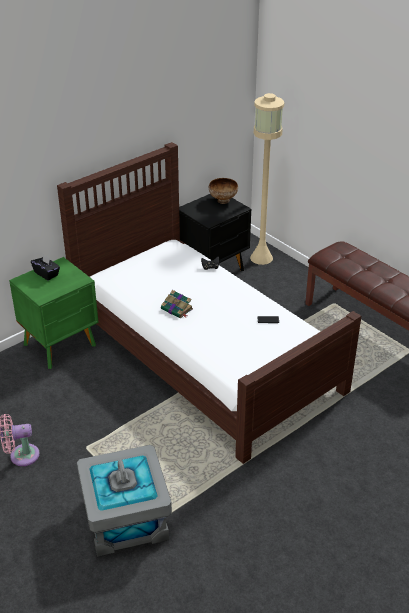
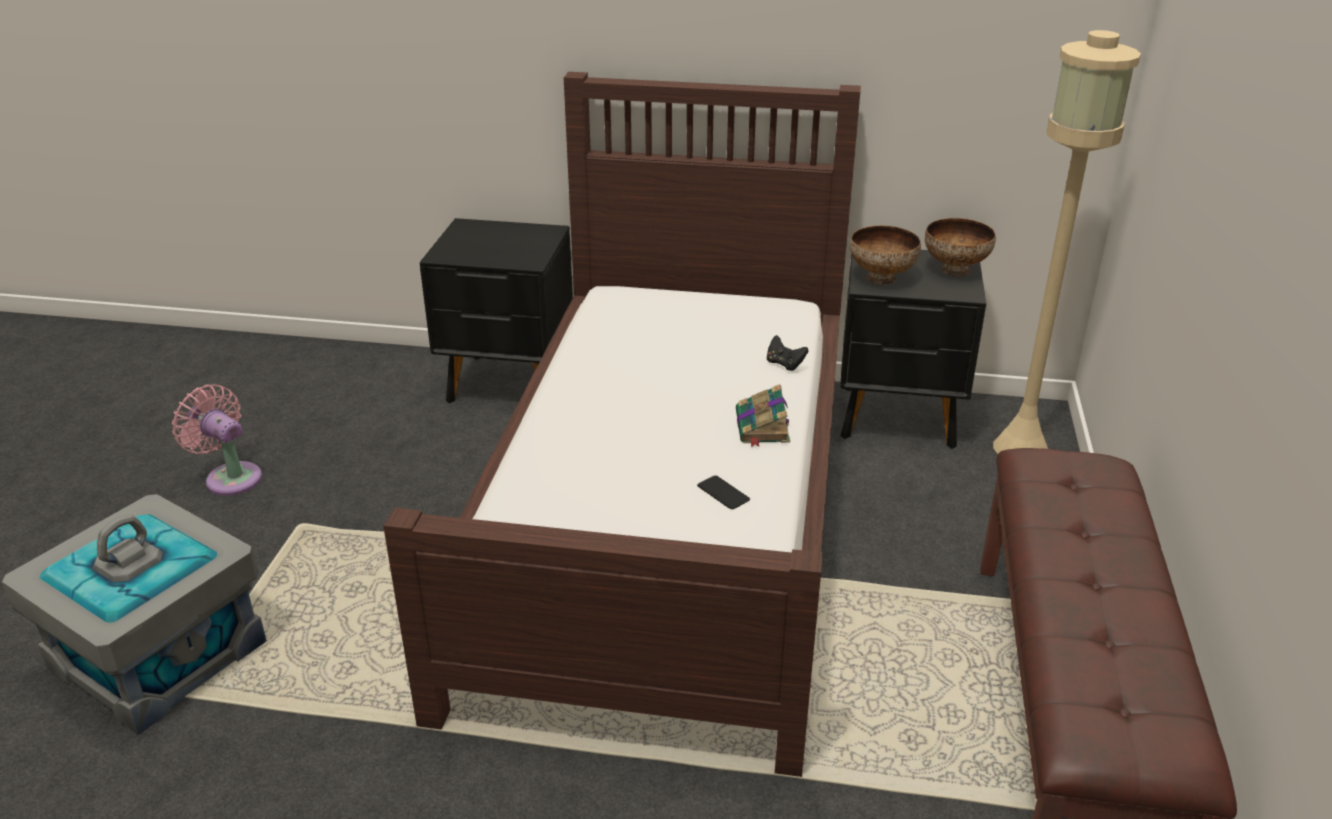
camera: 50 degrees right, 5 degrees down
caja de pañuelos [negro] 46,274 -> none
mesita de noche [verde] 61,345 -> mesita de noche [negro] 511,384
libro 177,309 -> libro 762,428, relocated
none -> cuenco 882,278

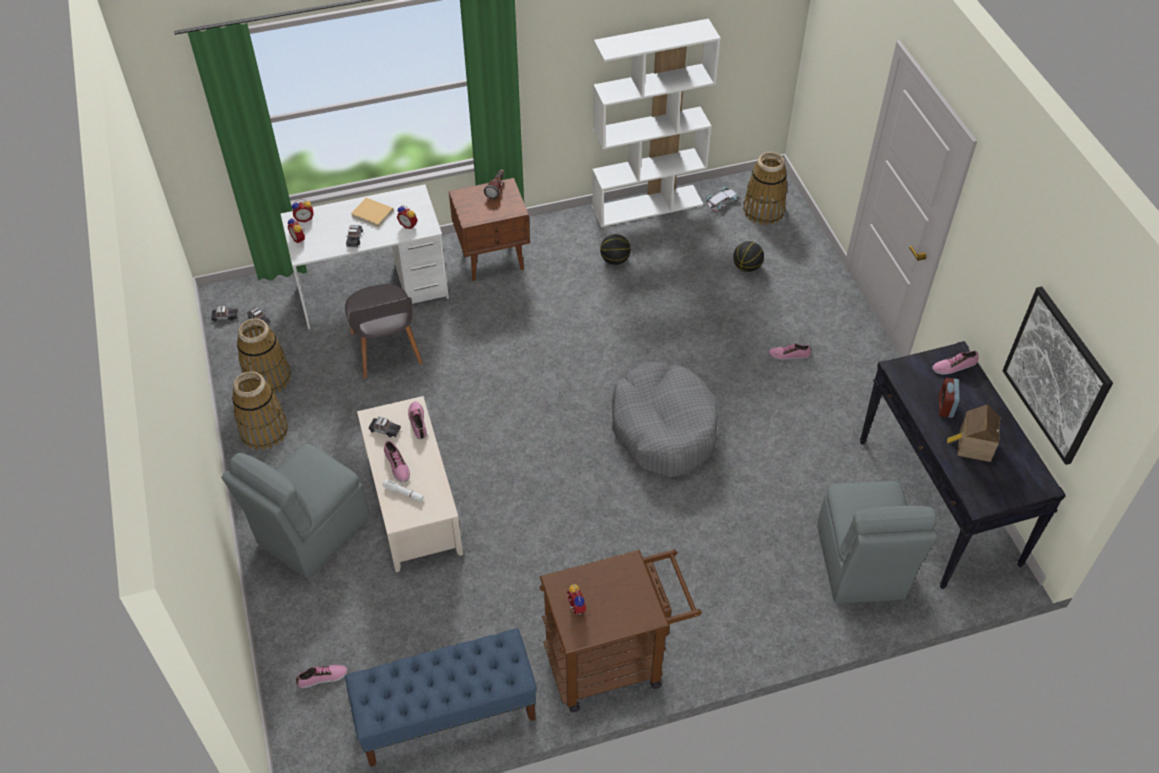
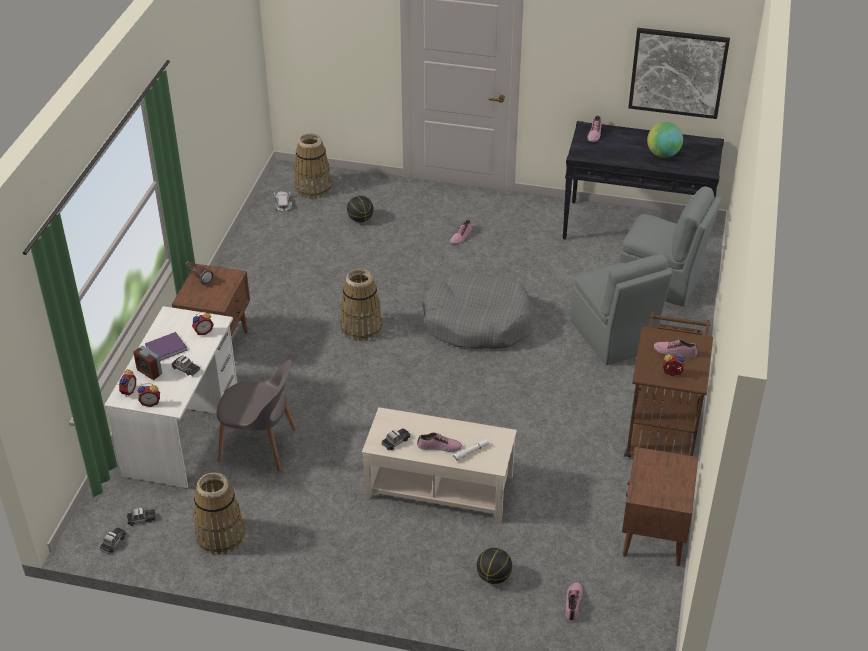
camera: 60 degrees left, 10 degrees down
estantería [blanco] 648,205 -> none
libro [beis] 373,214 -> libro [morado] 167,347
balón de baloncesto 614,260 -> balón de baloncesto 493,577, relocated
cesta 264,430 -> cesta 361,327, relocated
despertador 945,406 -> despertador 149,372, relocated
zapato 418,422 -> zapato 675,351, relocated
casita 972,446 -> globo terráqueo 663,154
silla [gris] 310,531 -> silla [gris] 613,337, relocated
banco [azul] 446,715 -> mesita de noche [marrón] 653,539

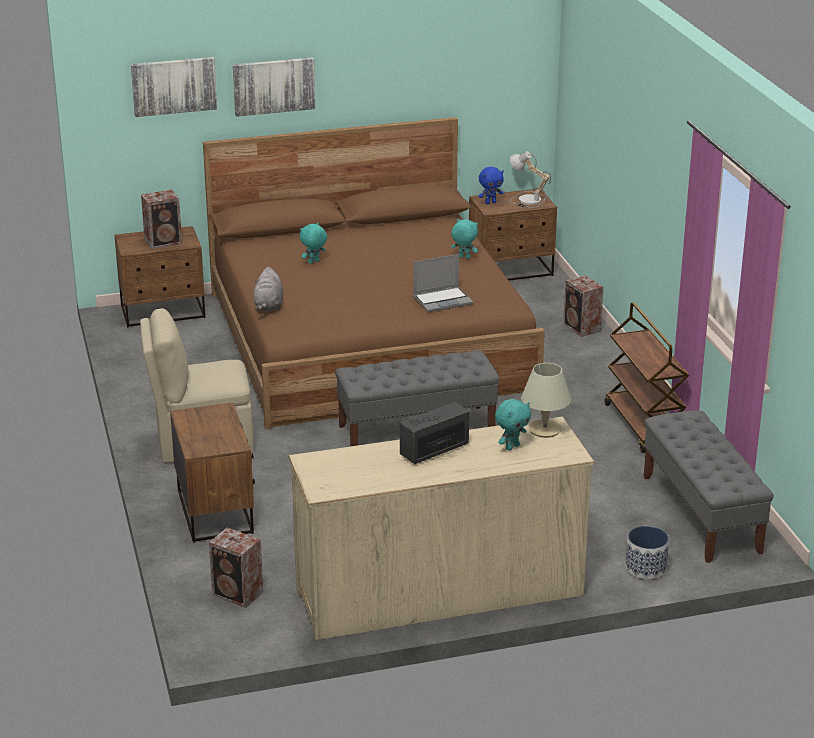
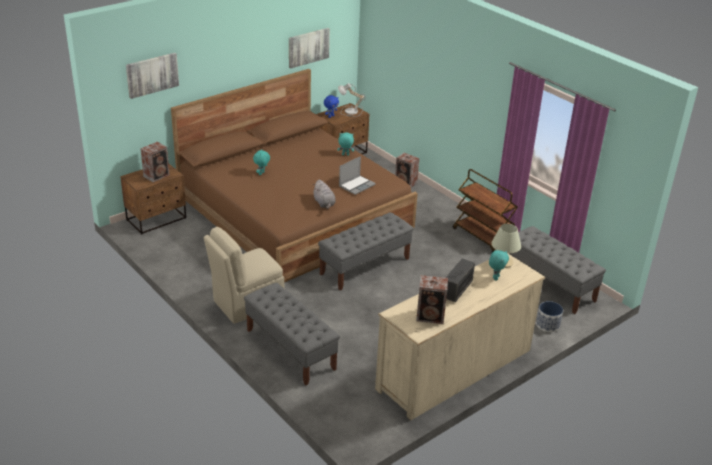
camera: 25 degrees left, 5 degrees up
cuadro 274,86 -> cuadro 308,47, relocated
peluche [gris] 268,306 -> peluche [gris] 324,203, relocated
mesita de noche [marrón] 216,512 -> banco [gris] 290,349
altavoz 238,594 -> altavoz 431,316, relocated

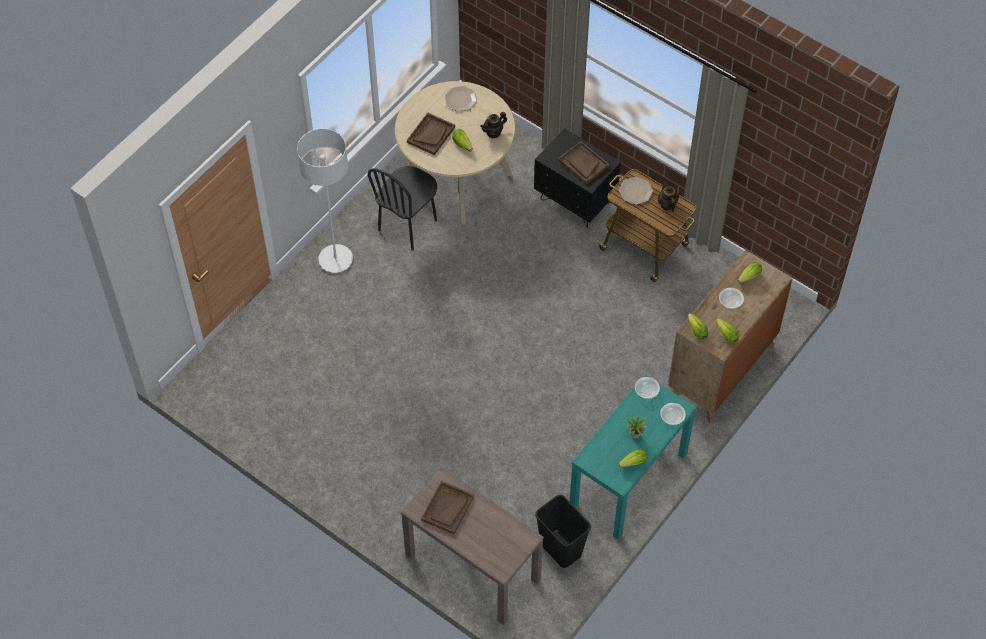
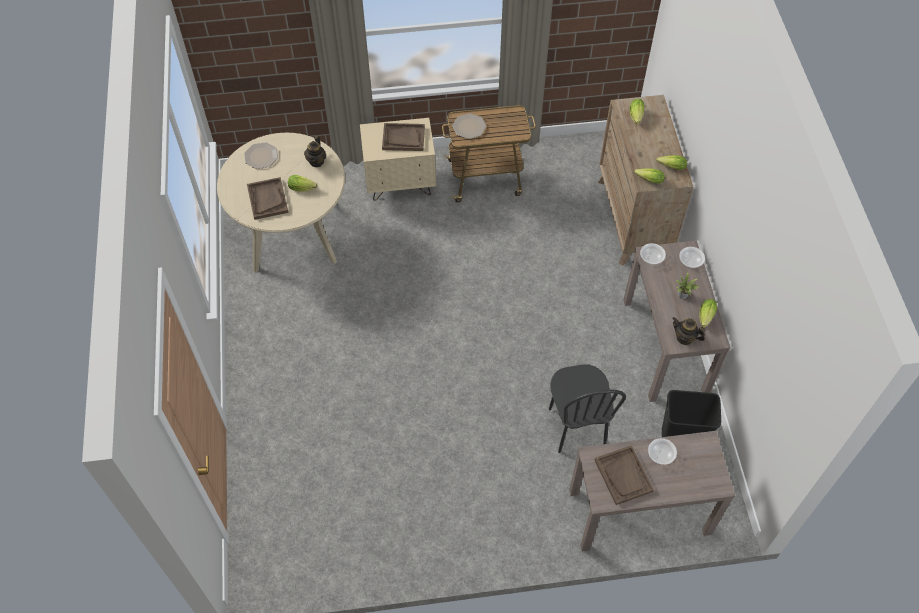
camera: 45 degrees left, 0 degrees up
lámpara de pie [blanco] 335,259 -> none
mesita de noche [negro] 575,201 -> mesita de noche [beis] 400,183
silla [negro] 408,226 -> silla [negro] 576,426, relocated
tetera 667,204 -> tetera 684,338, relocated
cuenco 730,302 -> cuenco 661,455, relocated
mesa consola [turquesa] 628,480 -> mesa consola [marrón] 665,346

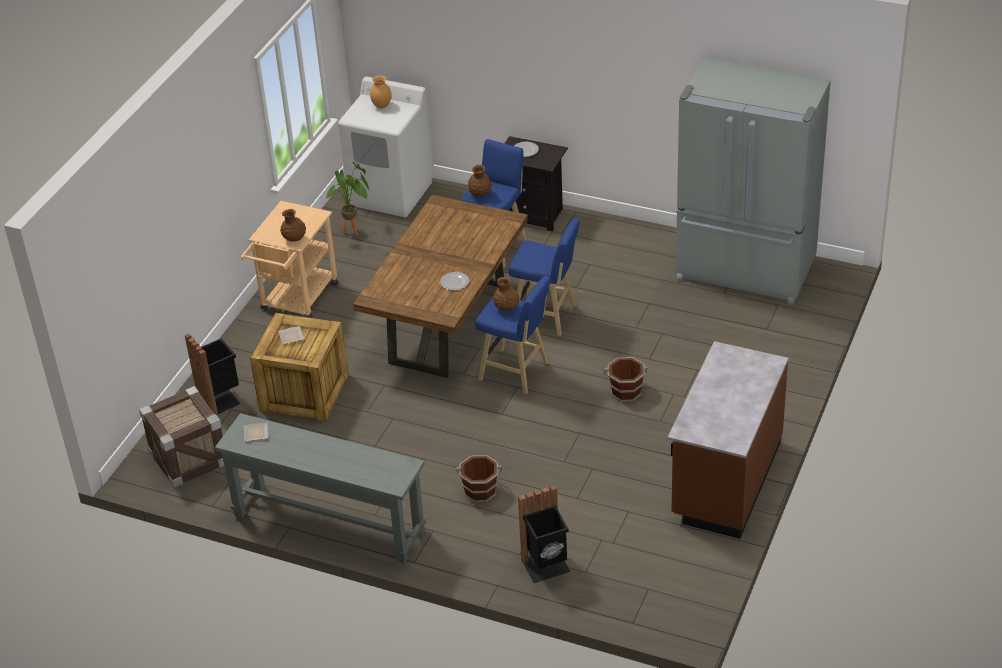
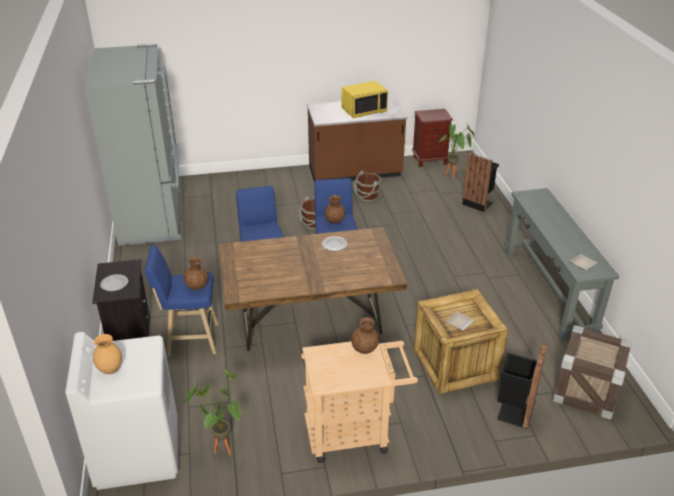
camera: 125 degrees left, 5 degrees down
cubo [marrón] 480,490 -> cubo [marrón] 367,196, relocated
none -> microondas [amarillo] 364,110
none -> mesita de noche [marrón] 430,160
none -> planta en maceta 454,176

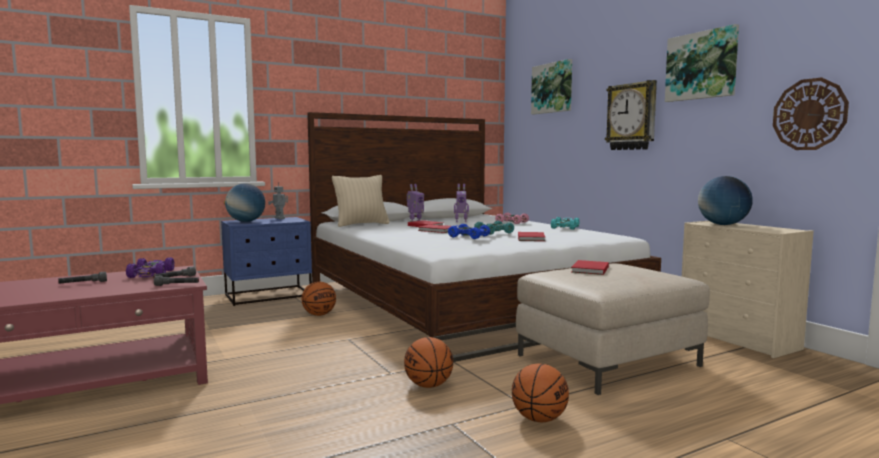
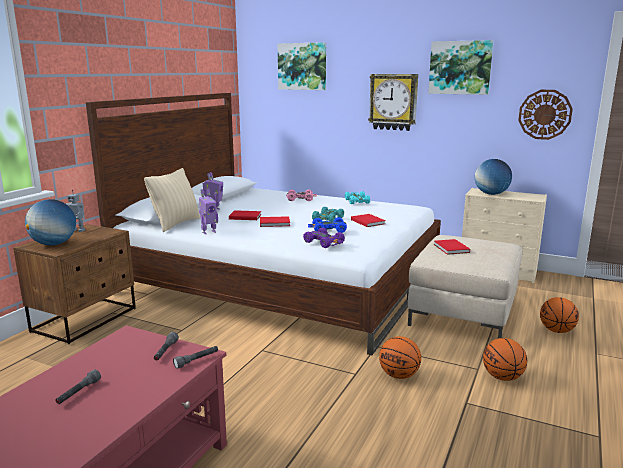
camera: 35 degrees left, 10 degrees up
robot de juguete 461,221 -> robot de juguete 208,232, relocated
mesita de noche [azul] 269,296 -> mesita de noche [marrón] 86,320
coche de juguete [morado] 151,274 -> coche de juguete [morado] 324,242, relocated
balón de baloncesto 319,315 -> balón de baloncesto 556,331, relocated

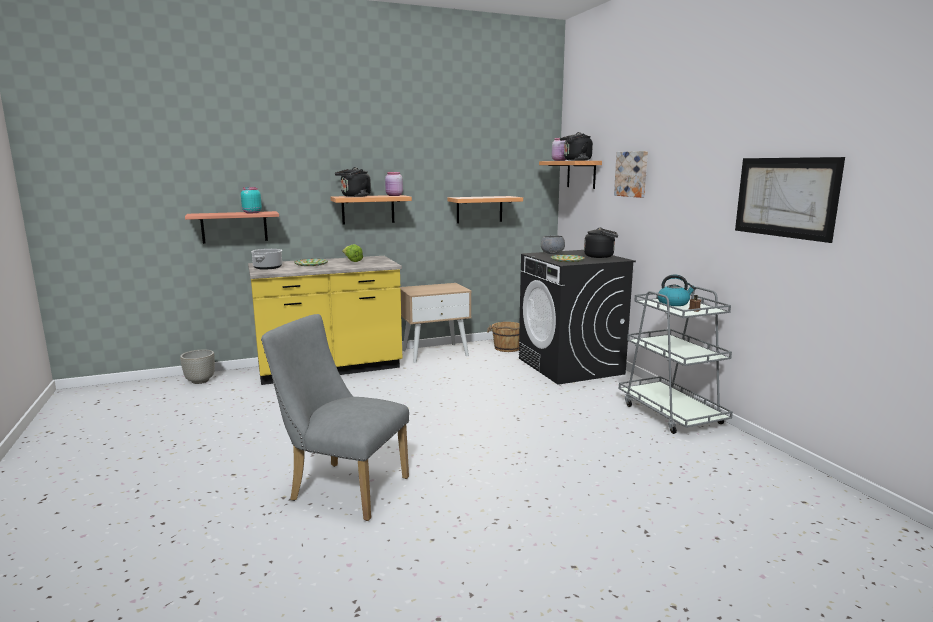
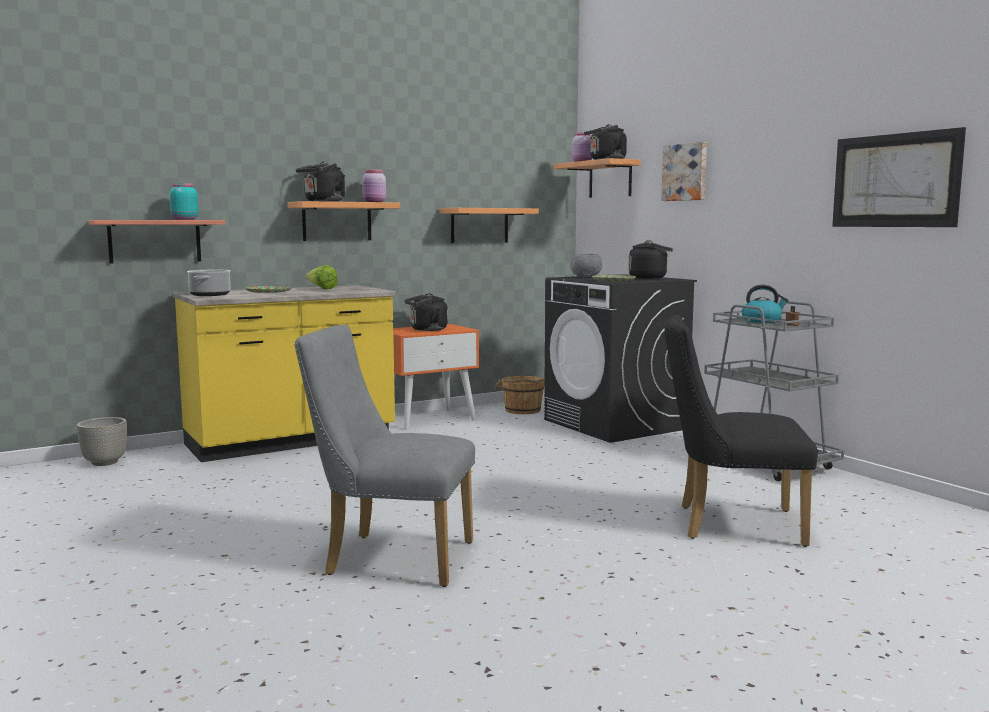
camera: 10 degrees left, 5 degrees down
mesita de noche [beis] 435,353 -> mesita de noche [naranja] 429,419
none -> hervidor [negro] 426,330
none -> silla [negro] 729,524

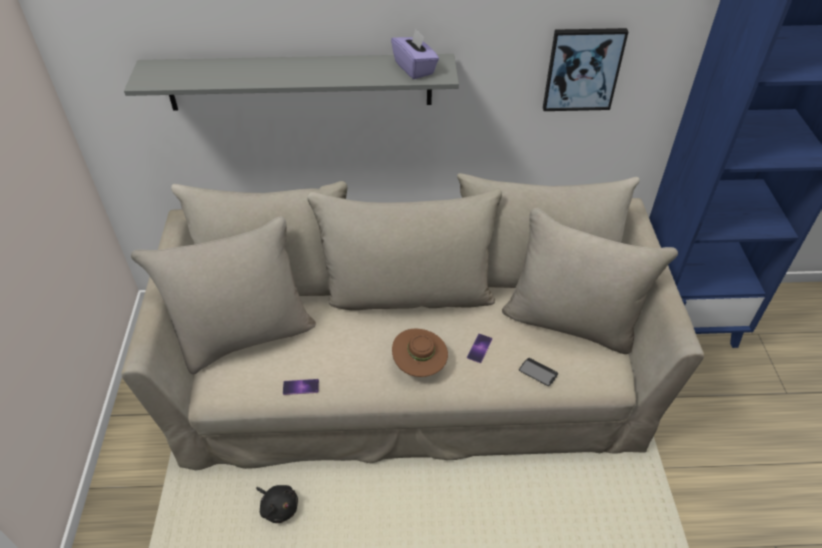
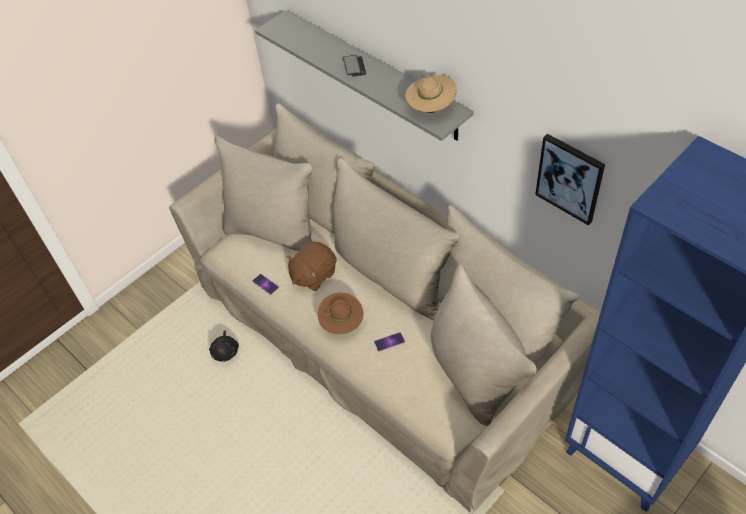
camera: 50 degrees right, 5 degrees up
caja de pañuelos [morado] 415,68 -> sombrero [beis] 430,108
móvil 538,372 -> móvil 354,66, relocated
none -> peluche [marrón] 313,275

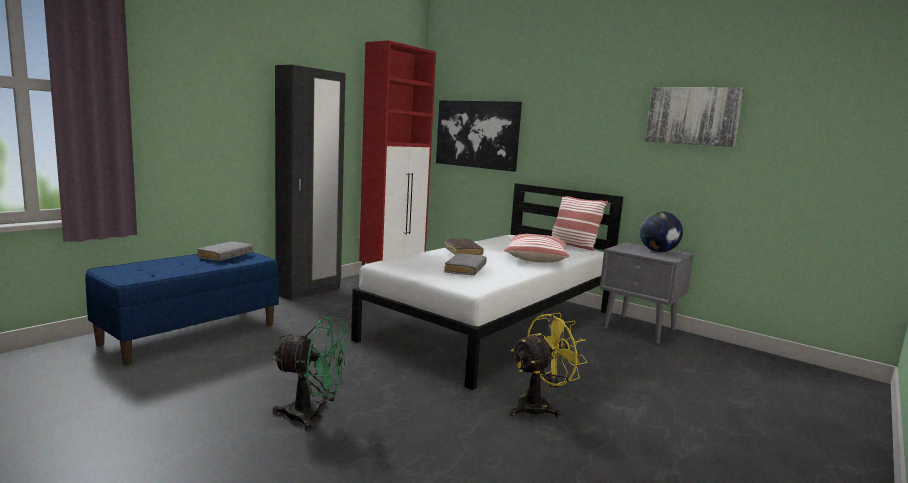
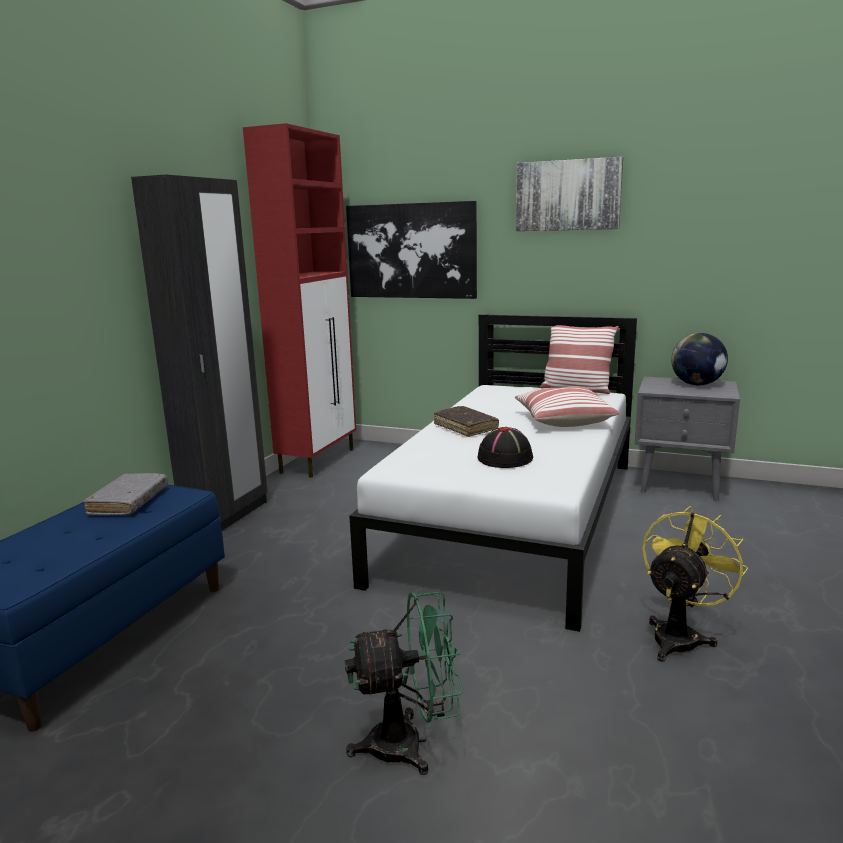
camera: 15 degrees left, 5 degrees up
cuadro 692,116 -> cuadro 568,195, relocated
libro [gris] 465,270 -> sombrero [negro] 505,458

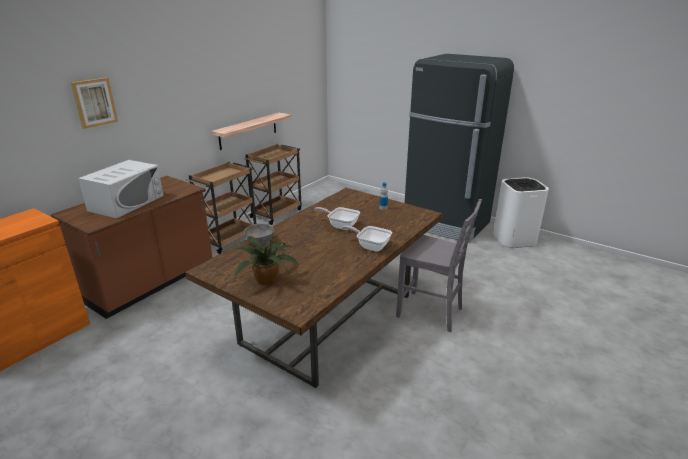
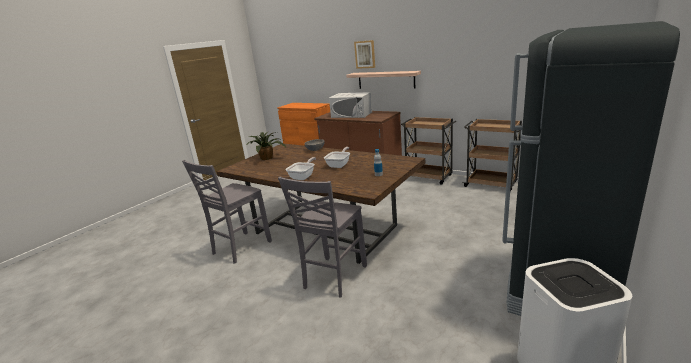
camera: 90 degrees right, 5 degrees down
estante 248,130 -> estante 386,80, relocated
none -> silla [gris] 240,248

